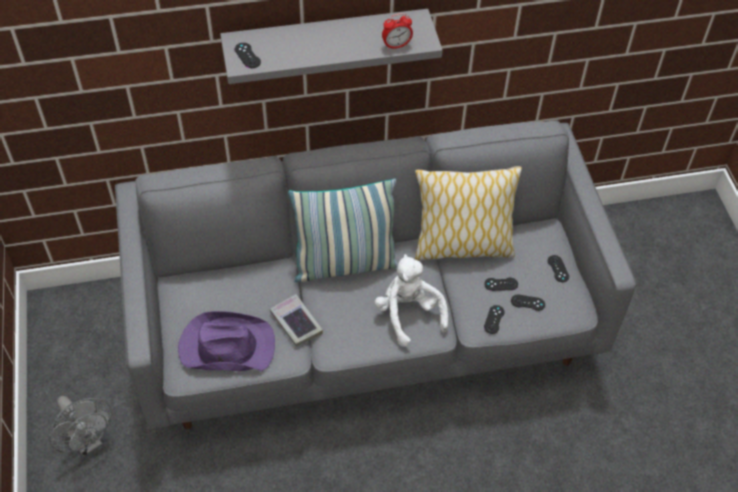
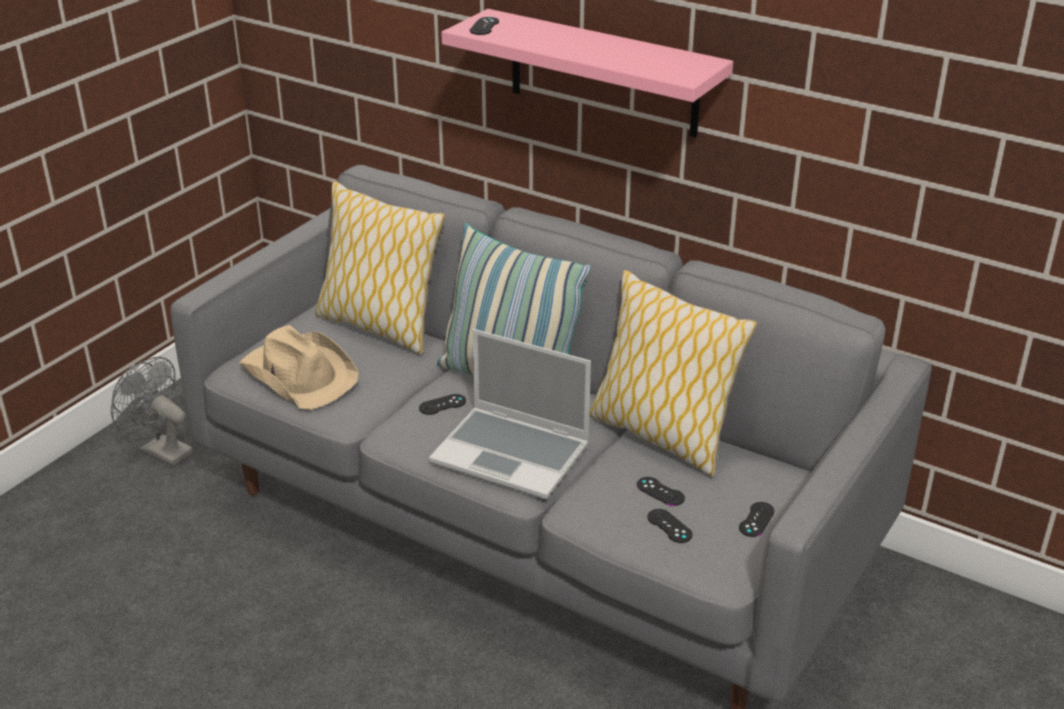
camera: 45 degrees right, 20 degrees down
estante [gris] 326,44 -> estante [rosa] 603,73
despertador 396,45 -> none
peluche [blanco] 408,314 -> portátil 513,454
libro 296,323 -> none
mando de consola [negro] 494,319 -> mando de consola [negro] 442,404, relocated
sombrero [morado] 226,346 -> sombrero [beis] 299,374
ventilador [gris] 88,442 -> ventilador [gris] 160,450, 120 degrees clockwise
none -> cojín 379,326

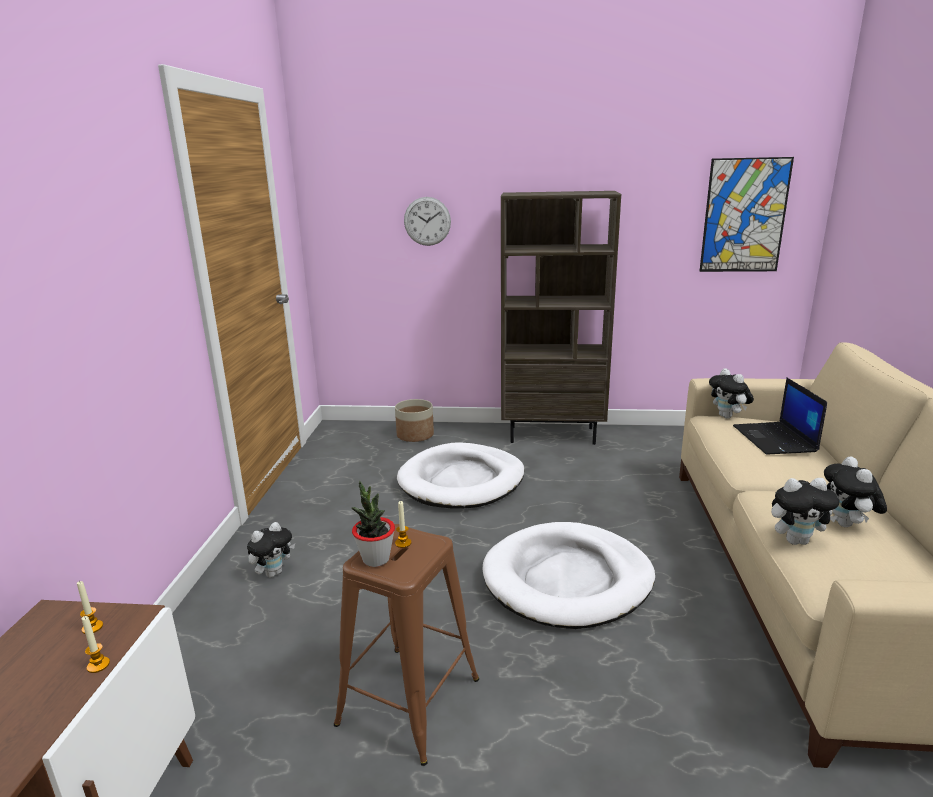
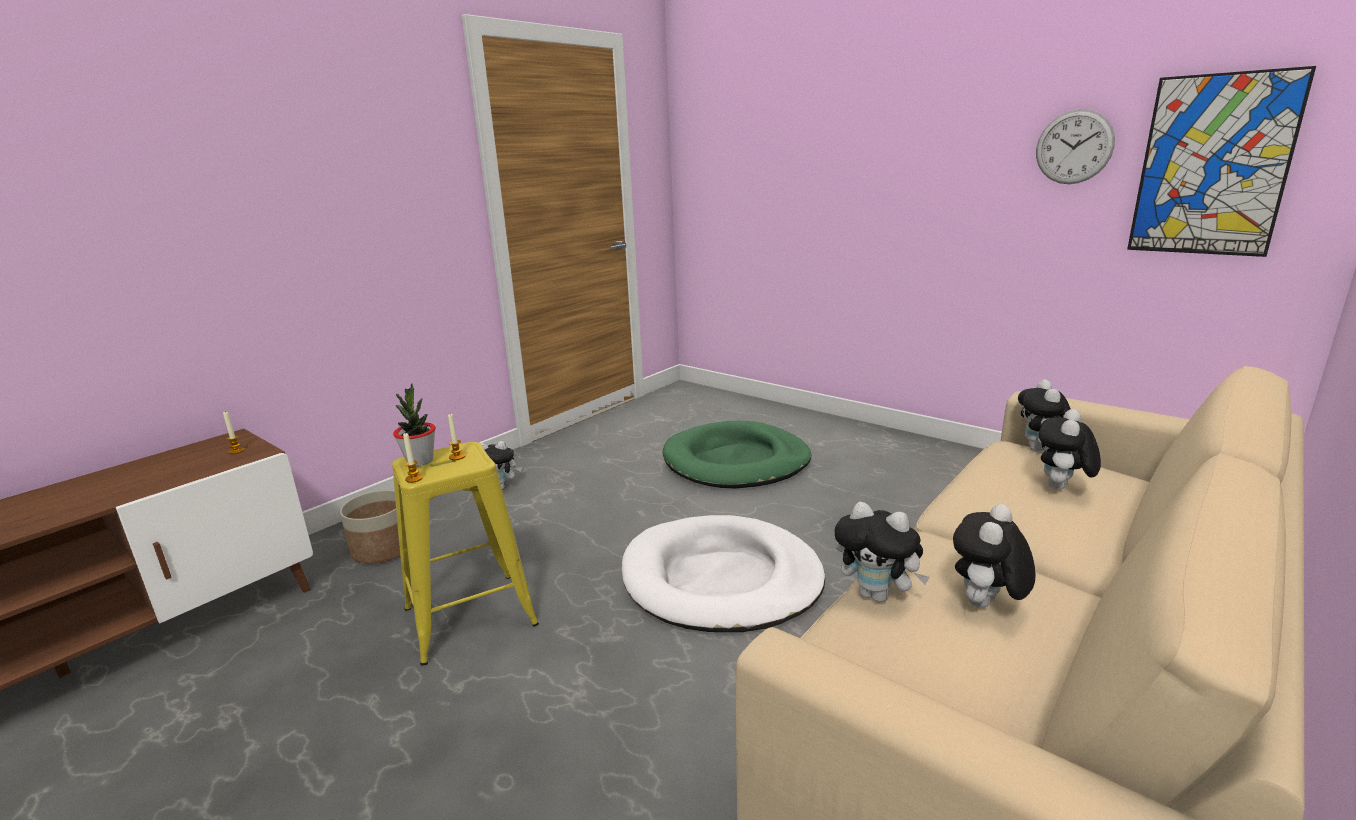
camera: 35 degrees right, 0 degrees up
estantería [marrón] 552,434 -> none
reloj de pared 427,221 -> reloj de pared 1074,147, relocated
portátil 775,439 -> peluche 1061,488
maceta 415,435 -> maceta 383,549, relocated
cama para perro [blanco] 462,481 -> cama para perro [verde] 736,461
taburete [marrón] 409,701 -> taburete [amarillo] 470,616
vela 98,665 -> vela 414,478, relocated

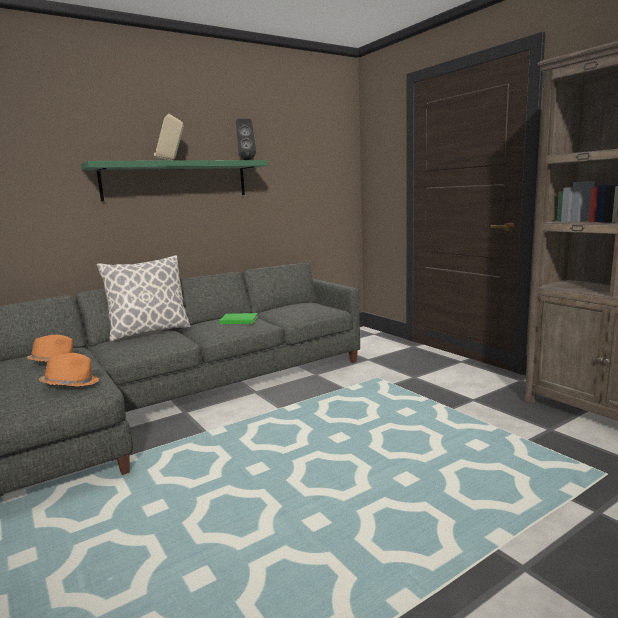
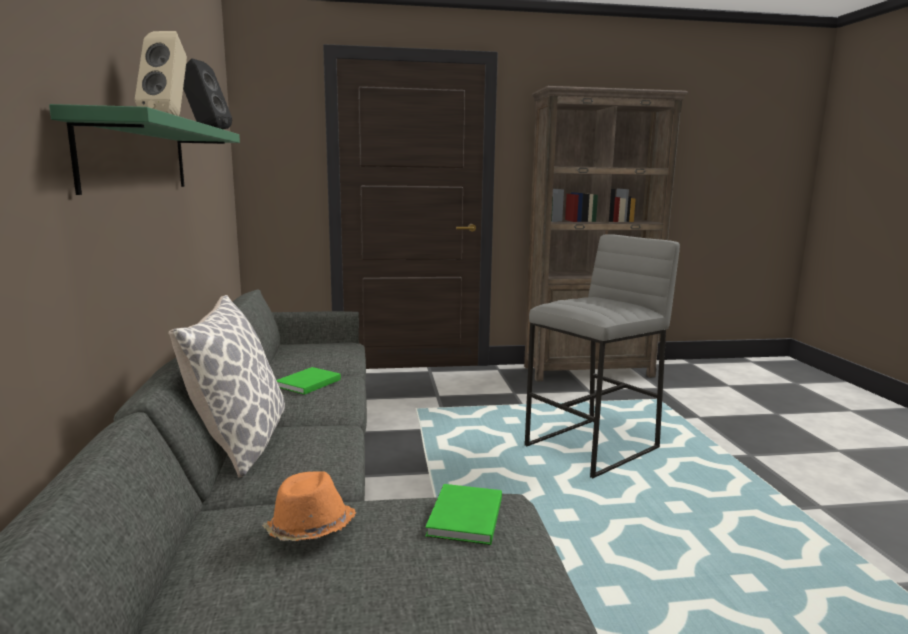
camera: 65 degrees left, 0 degrees up
sombrero [naranja] 71,384 -> libro [verde] 463,518
none -> taburete [gris] 593,448

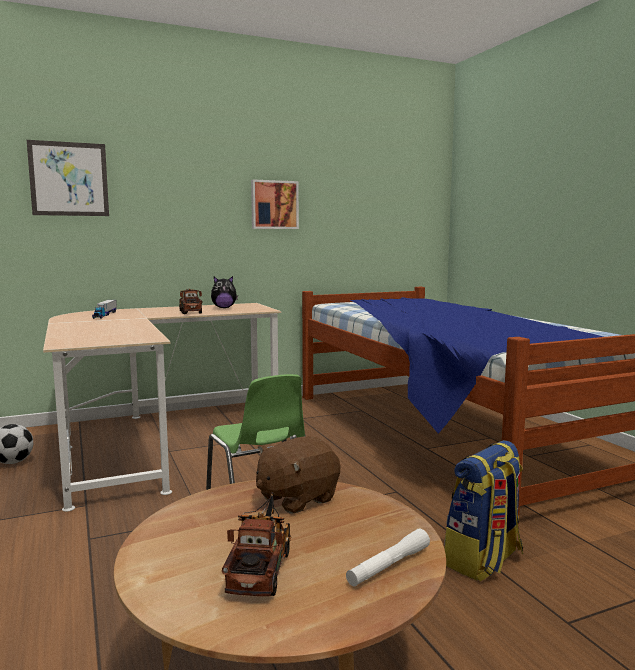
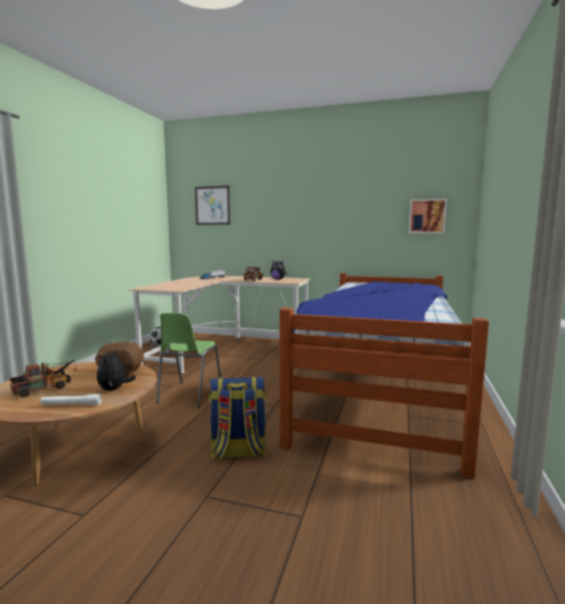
camera: 40 degrees right, 0 degrees up
cuadro 274,205 -> cuadro 427,216, relocated
none -> peluche 114,389

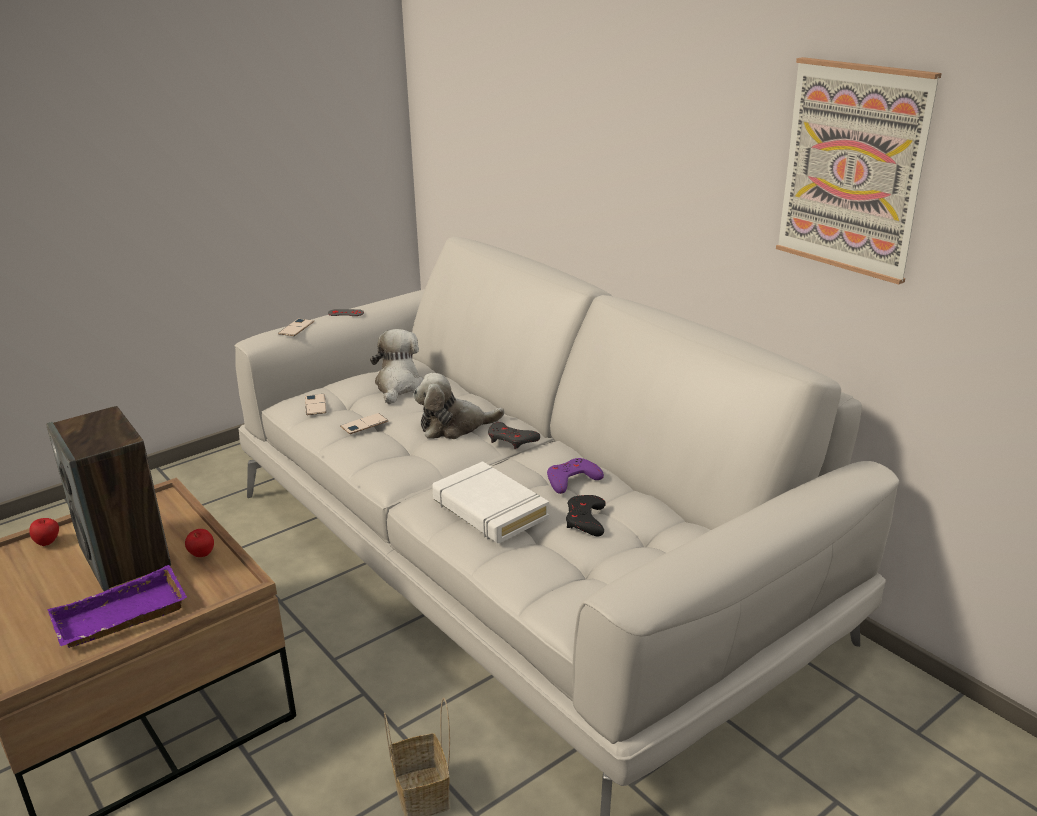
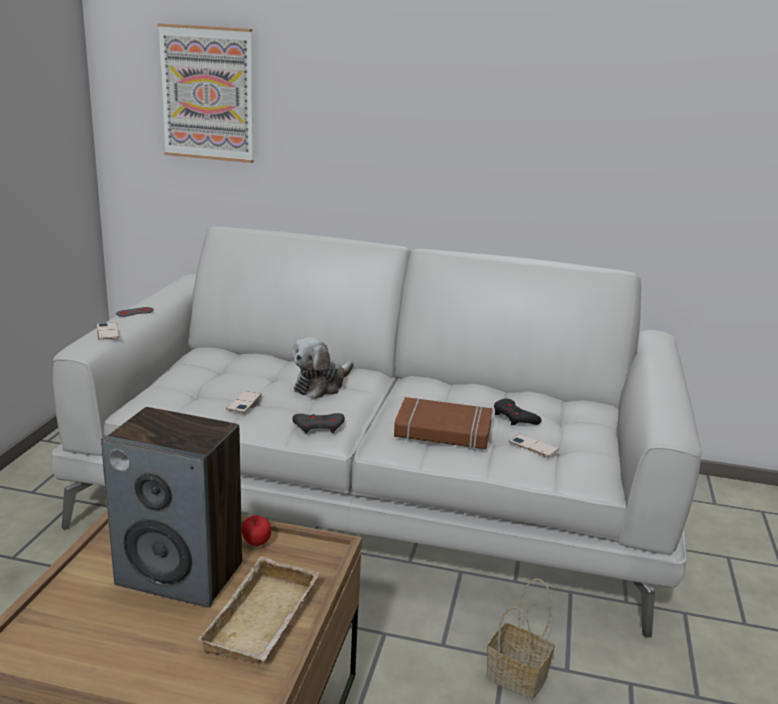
camera: 40 degrees left, 5 degrees down
cuadro 853,168 -> cuadro 208,93, relocated
peluche 398,386 -> none
móvil 315,405 -> móvil 533,446, relocated
mando de consola [gris] 511,440 -> mando de consola [gris] 319,427, relocated
mando de consola [morado] 572,480 -> none
libro [blanco] 489,509 -> libro [marrón] 443,431
manzana 48,543 -> none
bandeja [morado] 120,619 -> bandeja [beis] 264,621

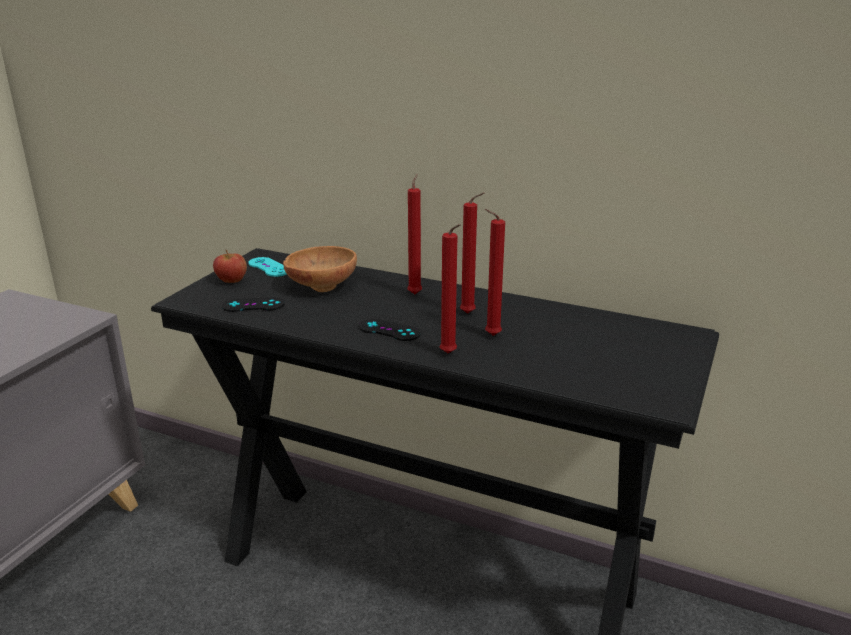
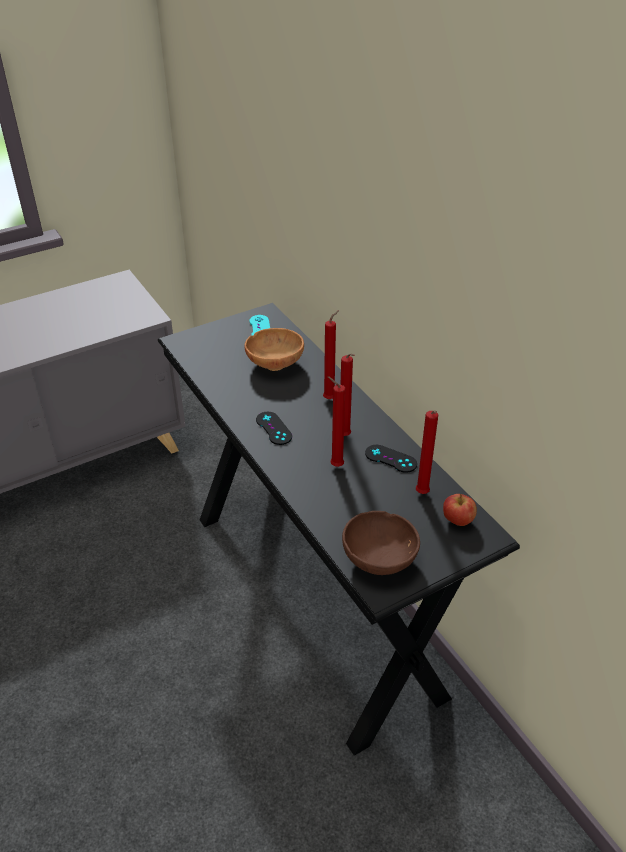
camera: 35 degrees right, 15 degrees up
vela [rojo] 449,354 -> vela [rojo] 422,495, relocated
manzana 232,281 -> manzana 458,520, relocated
mando de consola [negro] 253,305 -> mando de consola [negro] 390,459, relocated
none -> cuenco [marrón] 380,559

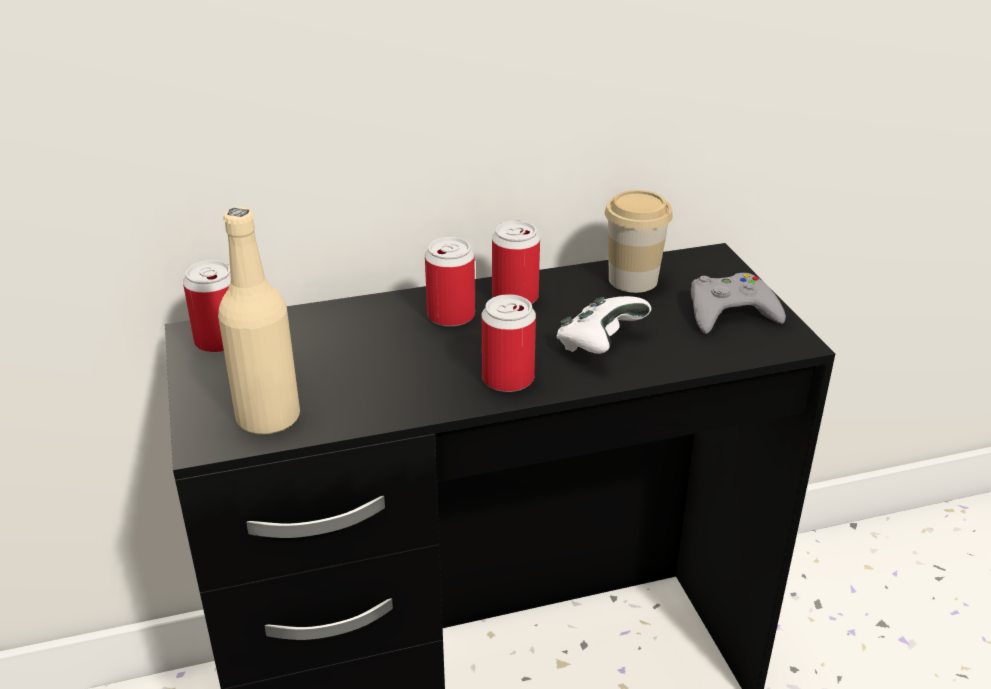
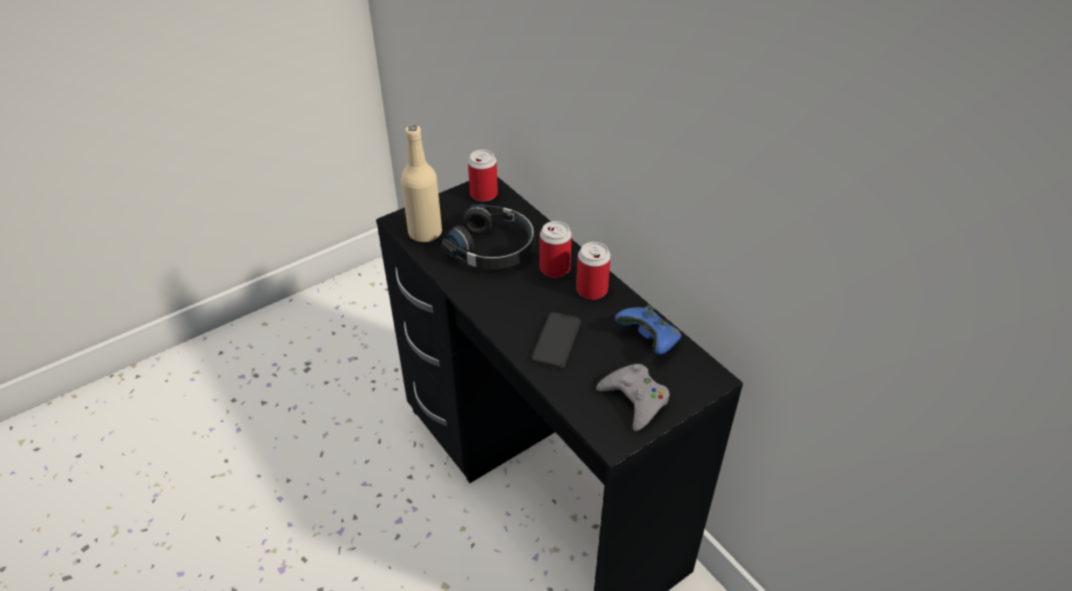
camera: 70 degrees right, 10 degrees up
taza 633,280 -> mando de consola [azul] 649,340
lata 508,379 -> none
mando de consola [blanco] 599,345 -> móvil 556,340
none -> auriculares [negro] 493,248

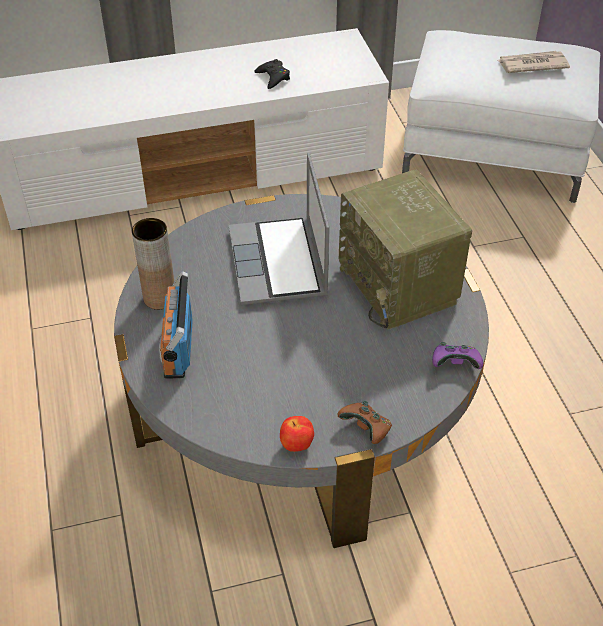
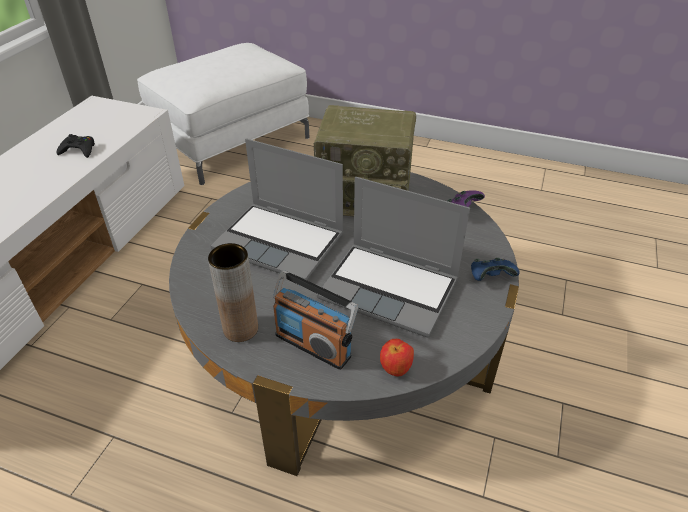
camera: 55 degrees left, 5 degrees down
periódico 531,64 -> none
mando de consola [marrón] 366,429 -> mando de consola [azul] 490,277
manzana 296,445 -> manzana 395,369, relocated
none -> portátil 391,289

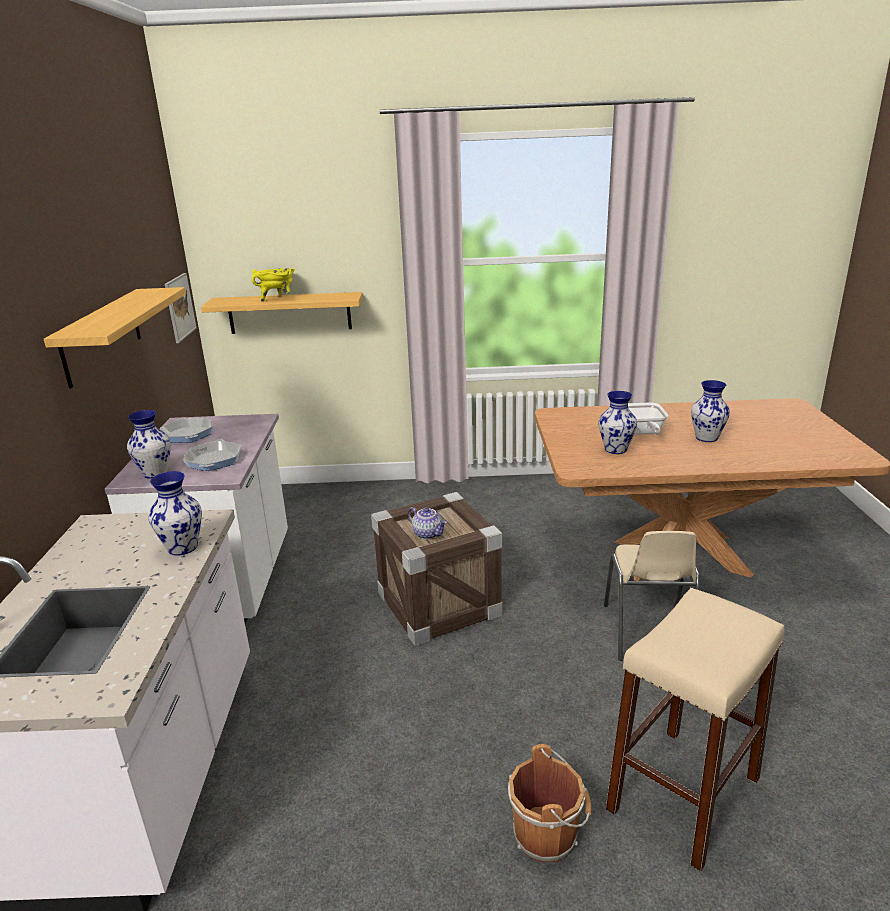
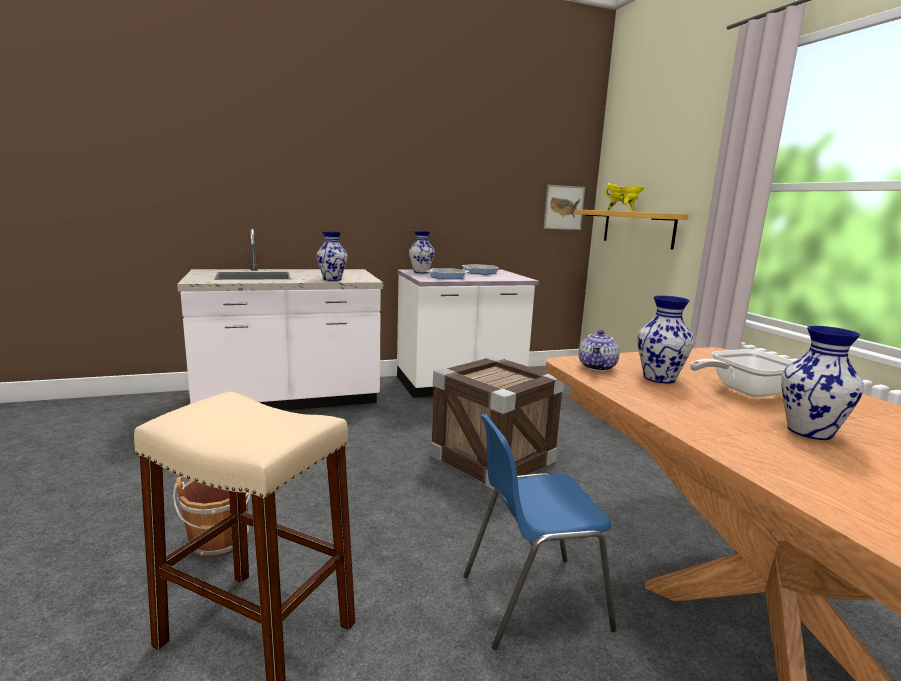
camera: 70 degrees right, 10 degrees down
estante 102,335 -> none
tetera 428,534 -> tetera 598,367, relocated
silla [beis] 647,633 -> silla [azul] 532,600

